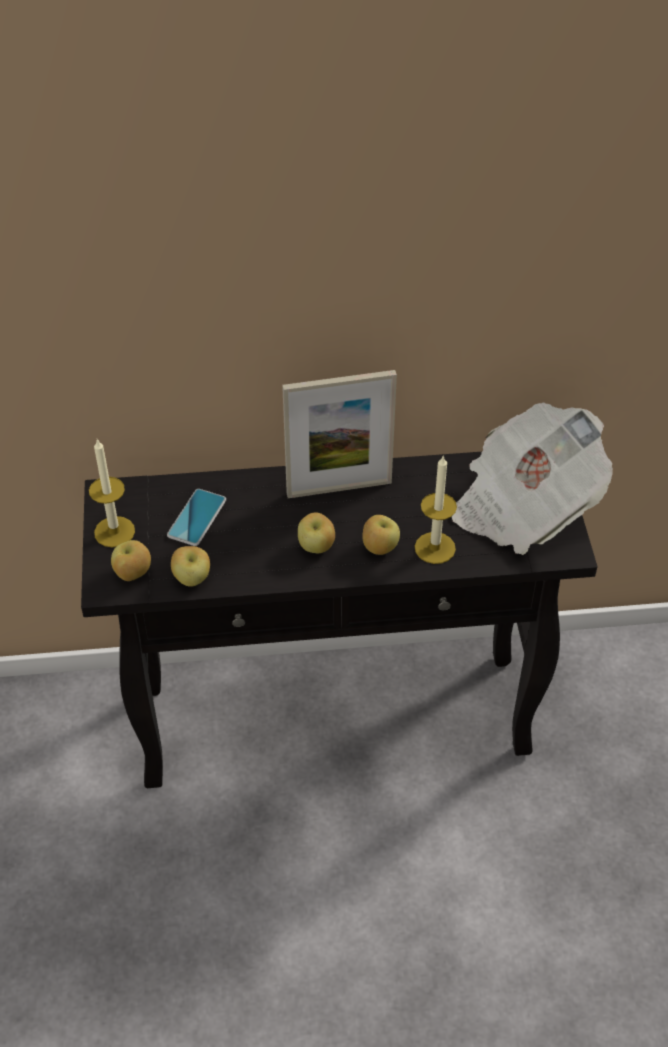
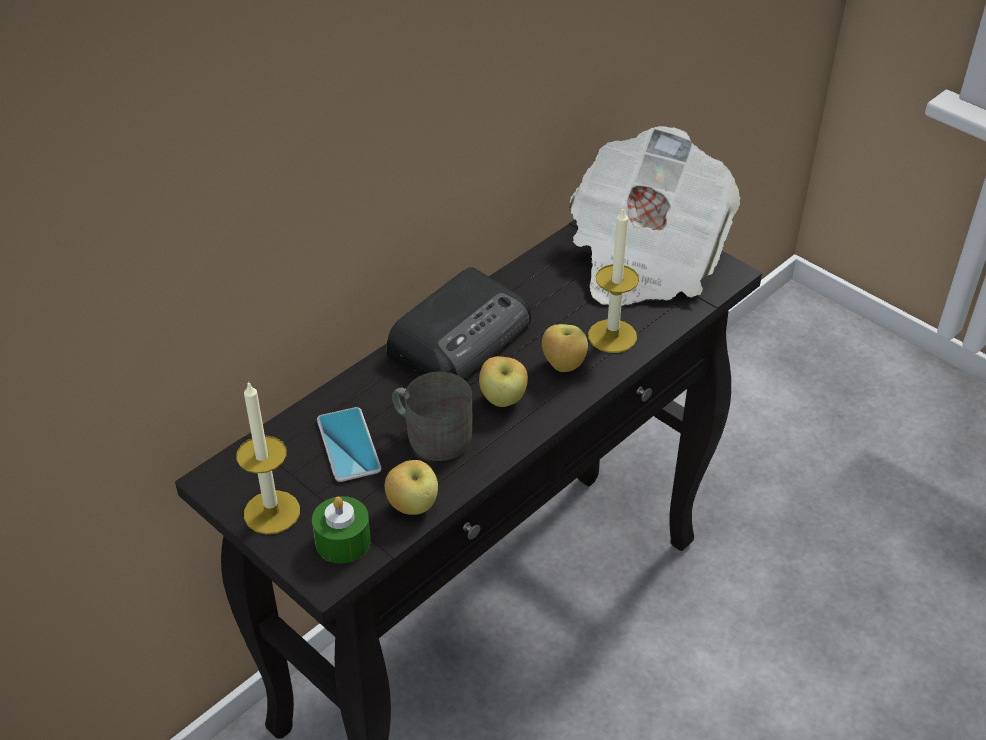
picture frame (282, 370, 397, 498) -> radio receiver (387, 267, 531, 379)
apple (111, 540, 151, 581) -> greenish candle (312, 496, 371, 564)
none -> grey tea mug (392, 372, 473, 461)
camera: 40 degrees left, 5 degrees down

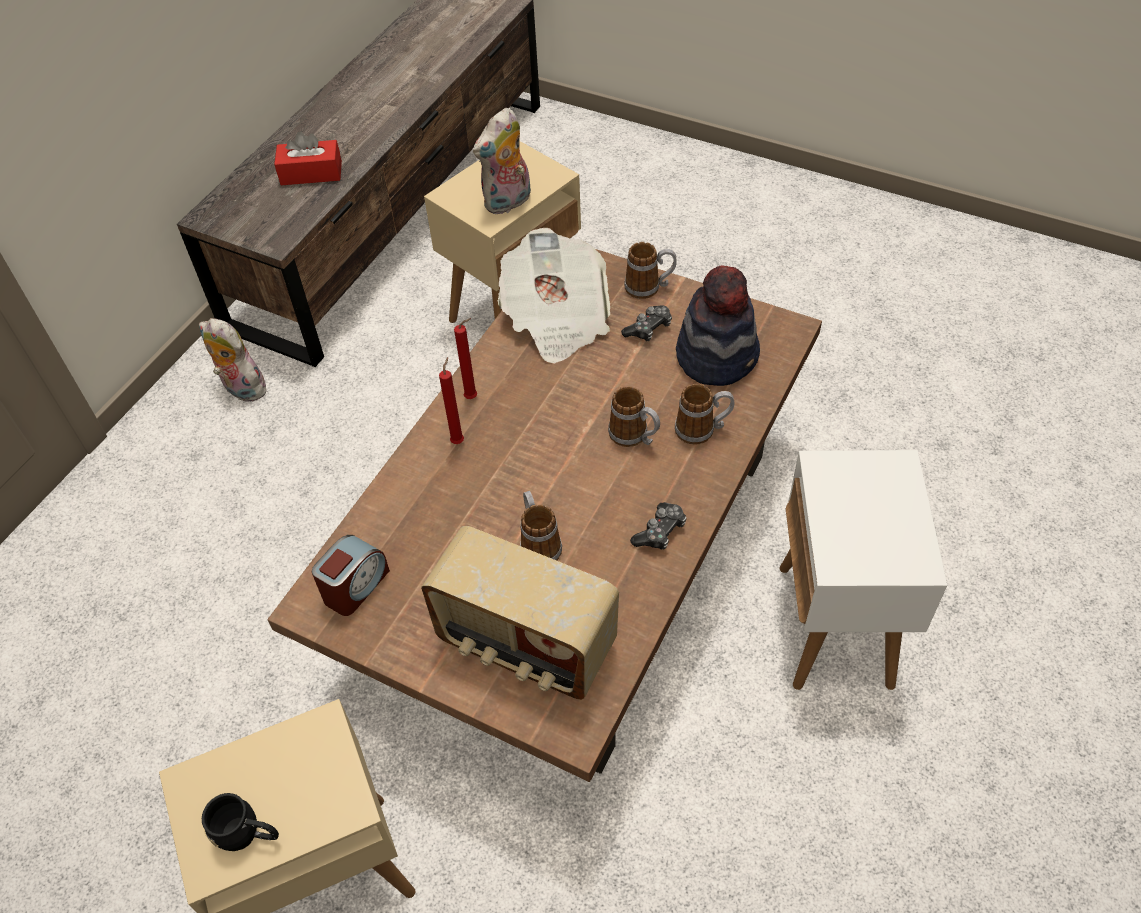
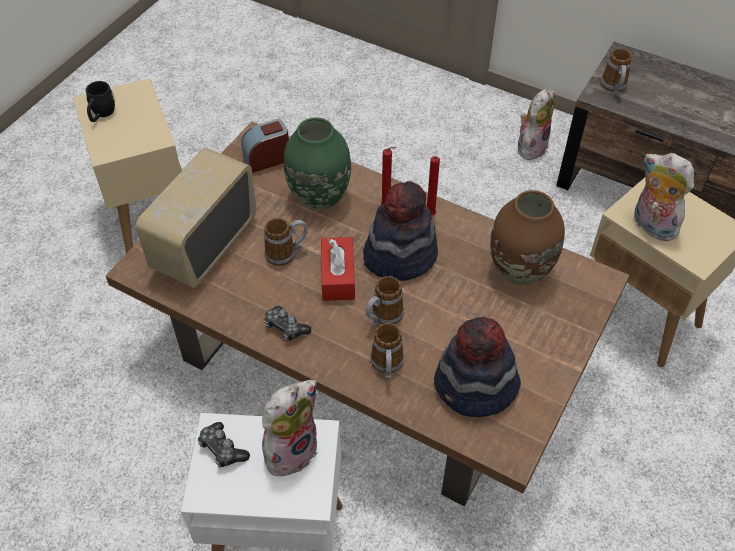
reddish tissue holder (274, 131, 342, 185) -> reddish tissue holder (321, 237, 355, 301), move
printed paper (497, 228, 610, 364) -> brown flower vase (490, 190, 565, 285)
tea mug (624, 242, 677, 299) -> tea mug (601, 48, 632, 94), move
gamepad (621, 305, 672, 341) -> gamepad (197, 422, 250, 468), move
table clock (312, 535, 390, 616) -> table clock (241, 119, 289, 173), 120 degrees clockwise
none -> greenish flower vase (284, 117, 351, 210)
none -> hat (363, 181, 438, 281)
none -> soft toy (262, 380, 318, 479)
camera: 90 degrees right, 0 degrees up

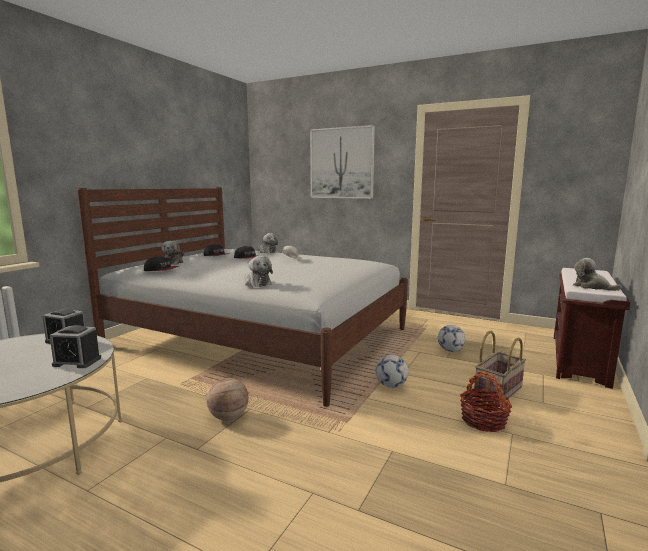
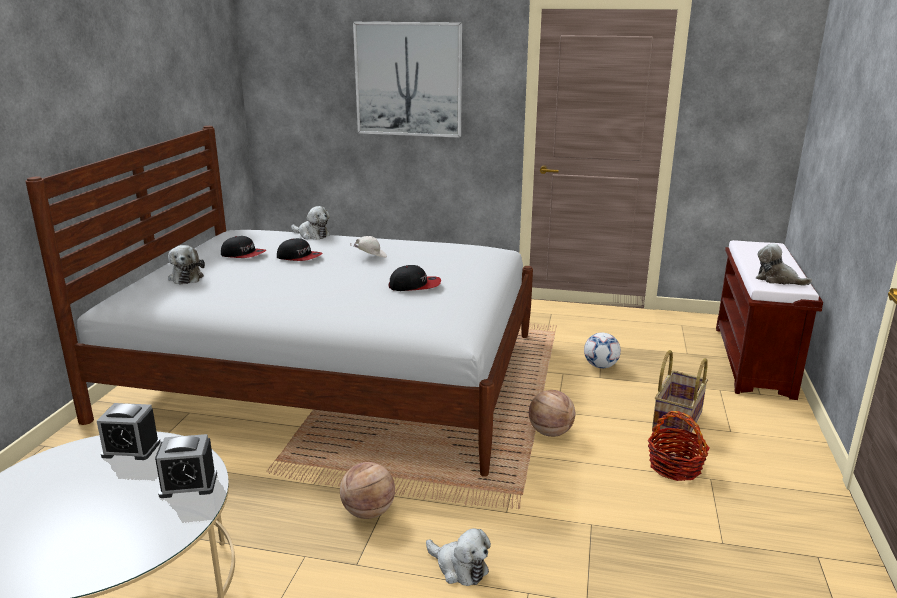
peaked cap (144, 256, 179, 271) -> peaked cap (389, 265, 441, 291), move
soft toy (245, 256, 273, 287) -> soft toy (426, 528, 491, 586), move
football ball (376, 355, 408, 388) -> basketball ball (529, 390, 575, 437)
camera: 15 degrees left, 10 degrees up

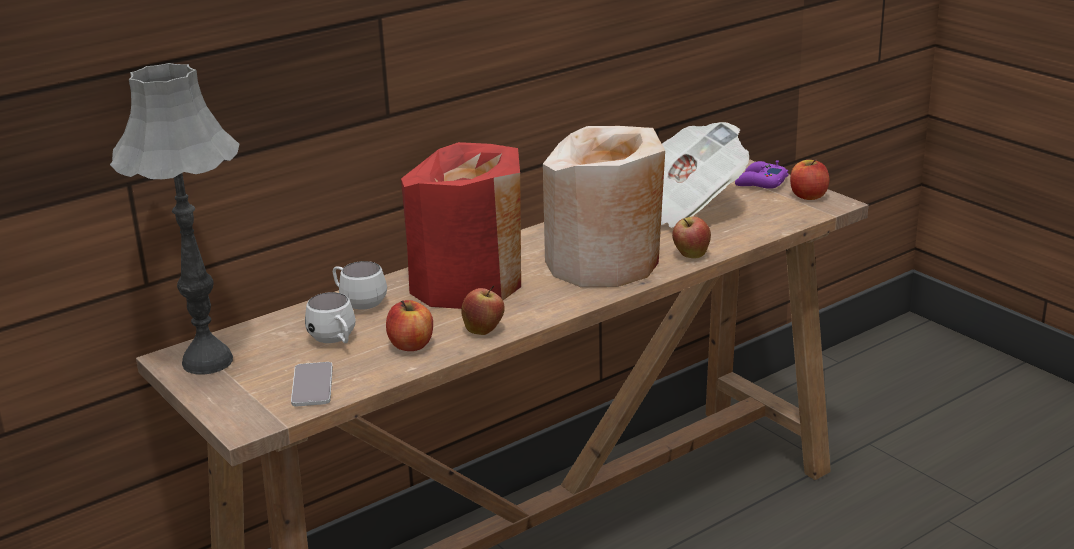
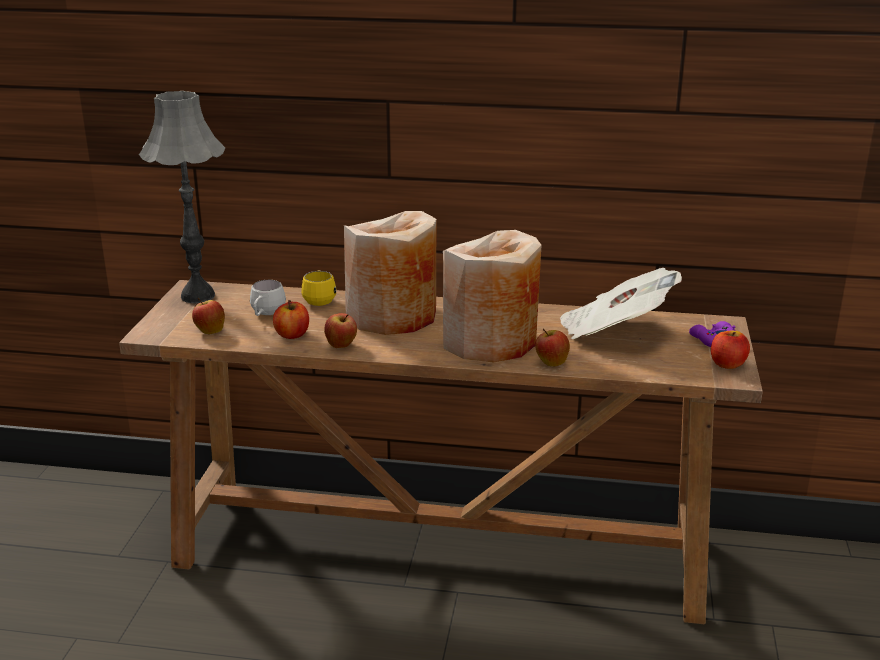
reddish flower vase (401, 142, 521, 309) -> beige flower vase (344, 211, 436, 335)
white-coloured tea mug (333, 261, 387, 309) -> yellowish tea mug (301, 270, 336, 306)
phone (291, 362, 333, 407) -> apple (192, 297, 225, 334)
camera: 45 degrees right, 0 degrees up

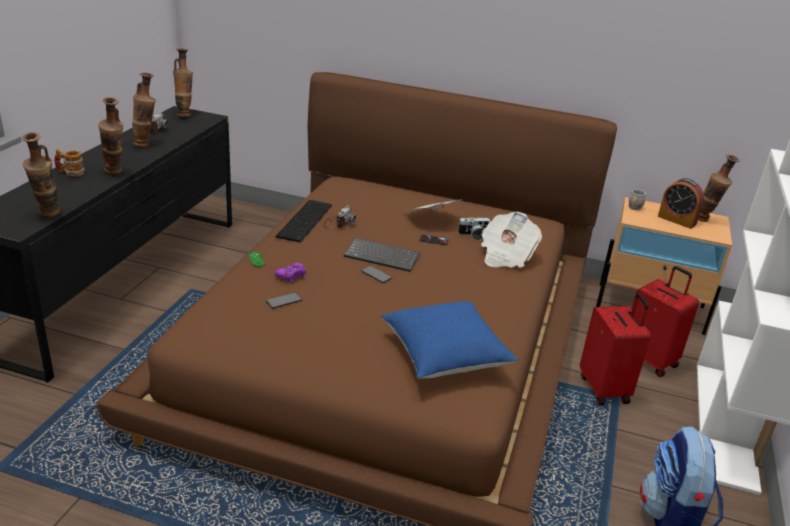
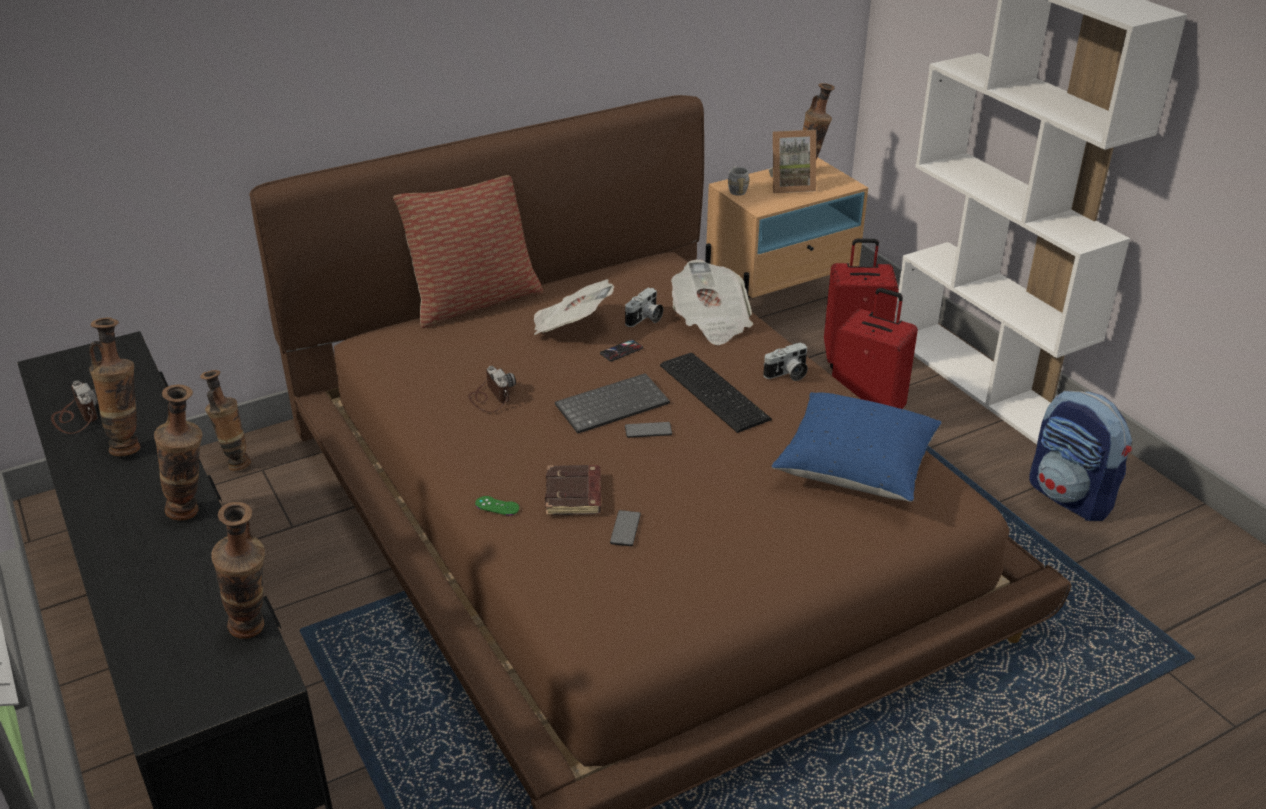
flower vase (173, 48, 193, 117) -> flower vase (200, 370, 251, 471), move
tea mug (54, 149, 85, 177) -> none
table clock (658, 178, 704, 229) -> picture frame (769, 130, 816, 193)
PC keyboard (275, 200, 332, 243) -> PC keyboard (660, 353, 772, 433), move
purplish gamepad (274, 263, 306, 282) -> brown volume (545, 465, 601, 515)
none -> cushion (393, 175, 543, 328)
none -> photo camera (763, 342, 808, 381)
camera: 45 degrees left, 5 degrees up

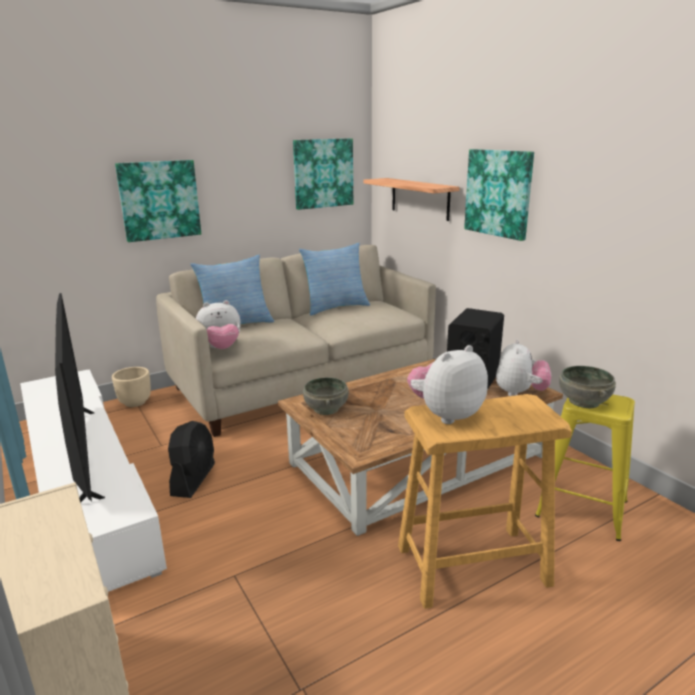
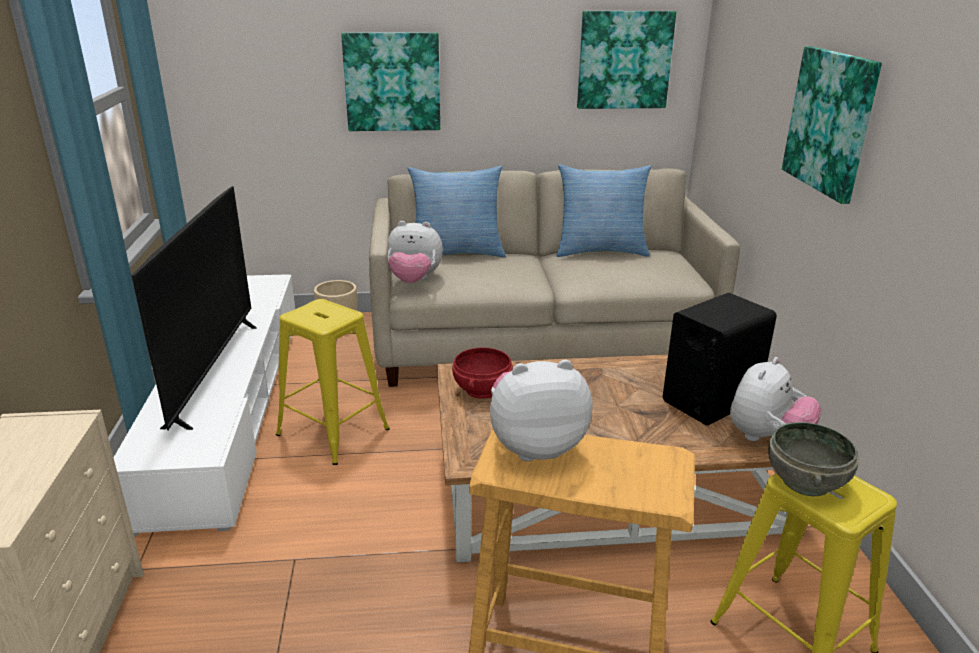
wall shelf (363, 178, 460, 221) -> none
grey bowl (303, 377, 349, 415) -> reddish bowl (452, 348, 513, 399)
black-coloured fan (168, 421, 215, 498) -> yellowish stool (276, 299, 390, 465)
camera: 25 degrees right, 5 degrees up

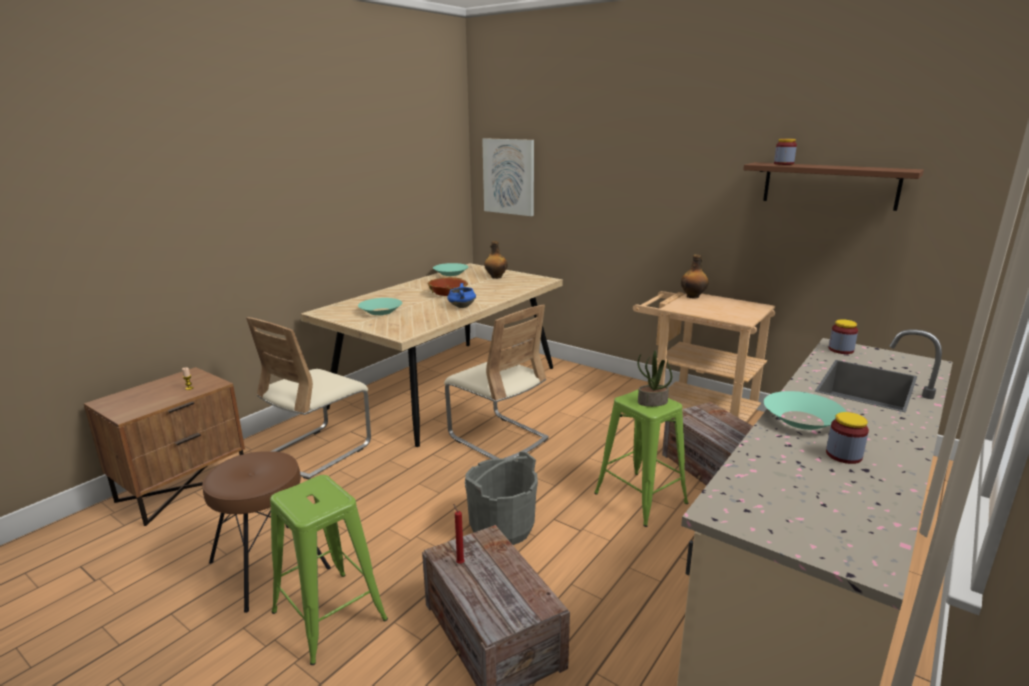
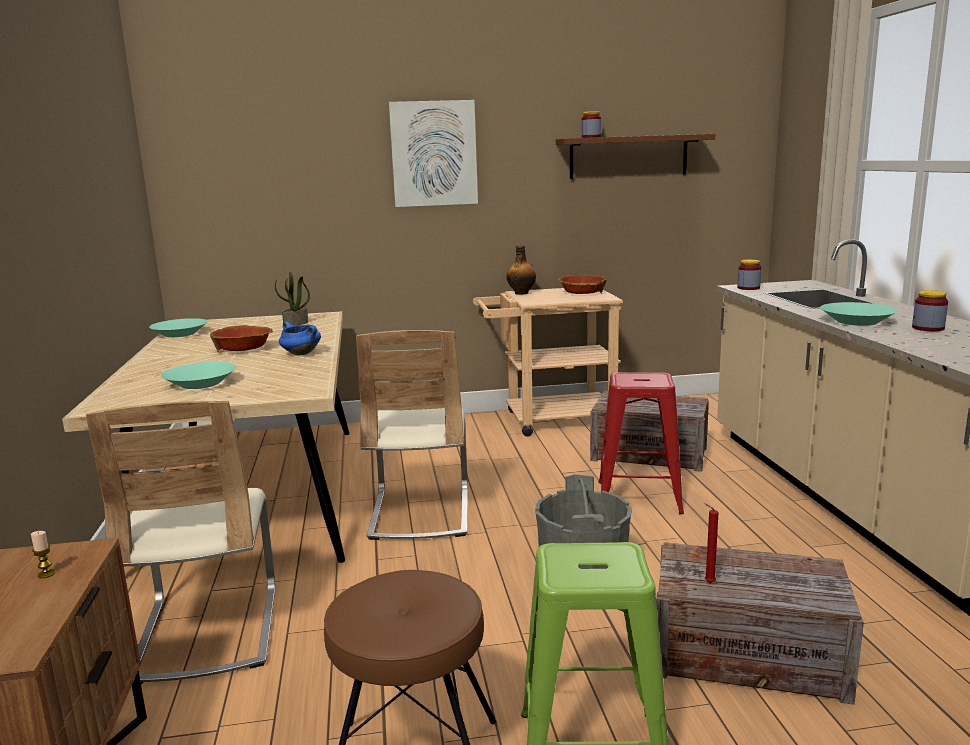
wall picture (482, 138, 534, 216) -> wall picture (389, 100, 478, 207), move
bottle (484, 241, 508, 279) -> none
beige plain chair (444, 305, 549, 460) -> beige plain chair (356, 330, 468, 540), 90 degrees clockwise
houseplant (638, 350, 672, 407) -> houseplant (275, 272, 310, 326), move
greenish stool (594, 389, 688, 527) -> reddish stool (598, 372, 684, 514)
none -> bowl (558, 275, 607, 294)
camera: 45 degrees left, 5 degrees down

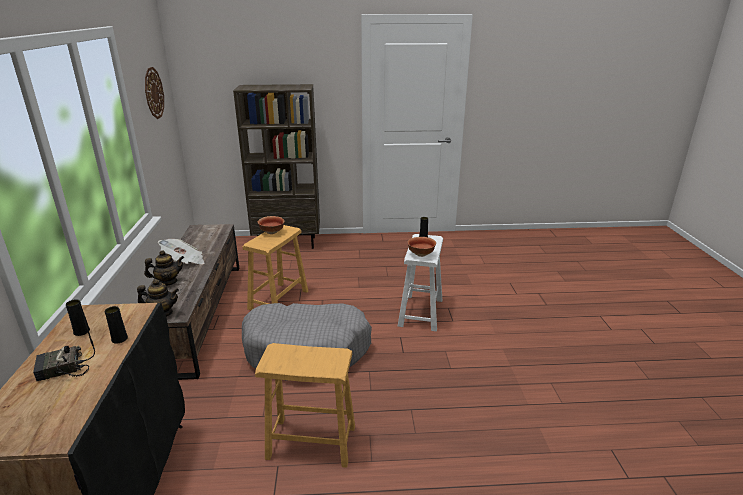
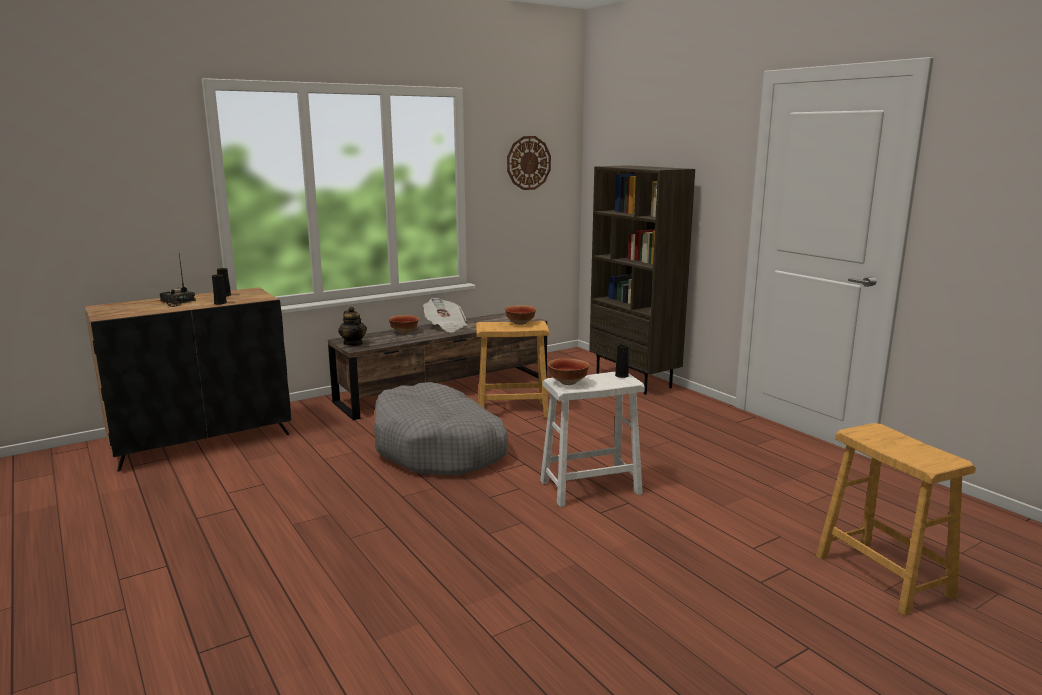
teapot (144, 250, 184, 286) -> bowl (388, 315, 419, 334)
brown stool (255, 343, 355, 468) -> brown stool (816, 423, 976, 616), move
camera: 60 degrees right, 10 degrees down

